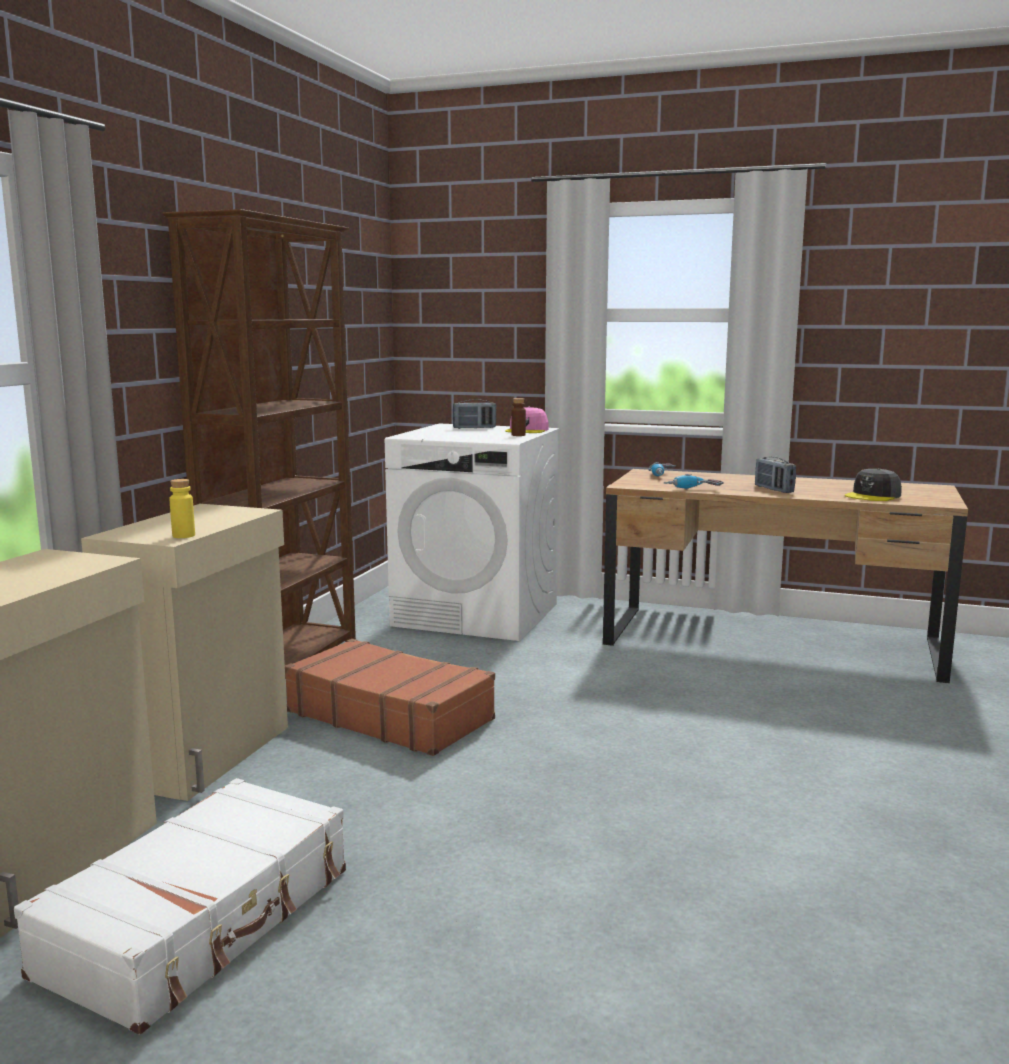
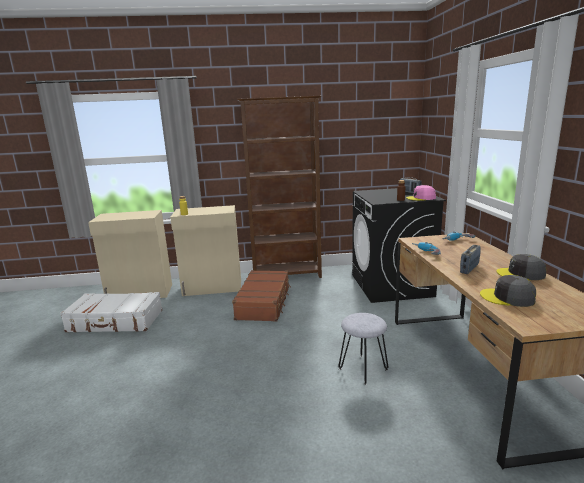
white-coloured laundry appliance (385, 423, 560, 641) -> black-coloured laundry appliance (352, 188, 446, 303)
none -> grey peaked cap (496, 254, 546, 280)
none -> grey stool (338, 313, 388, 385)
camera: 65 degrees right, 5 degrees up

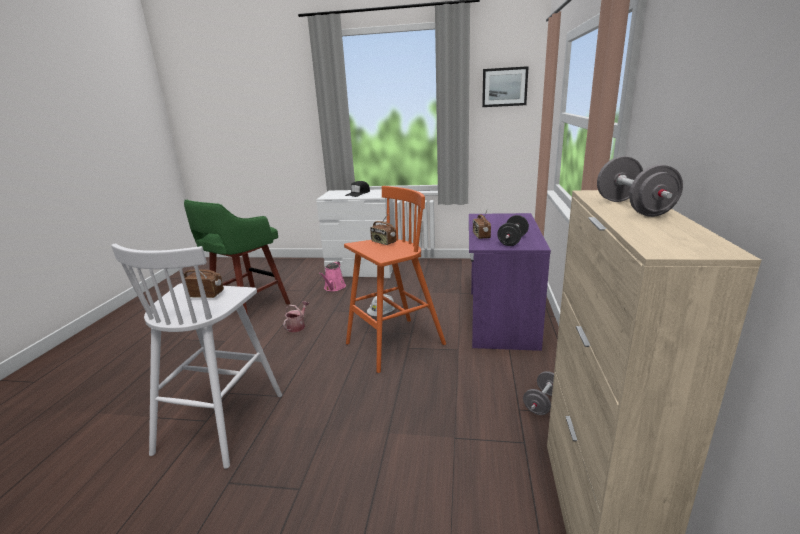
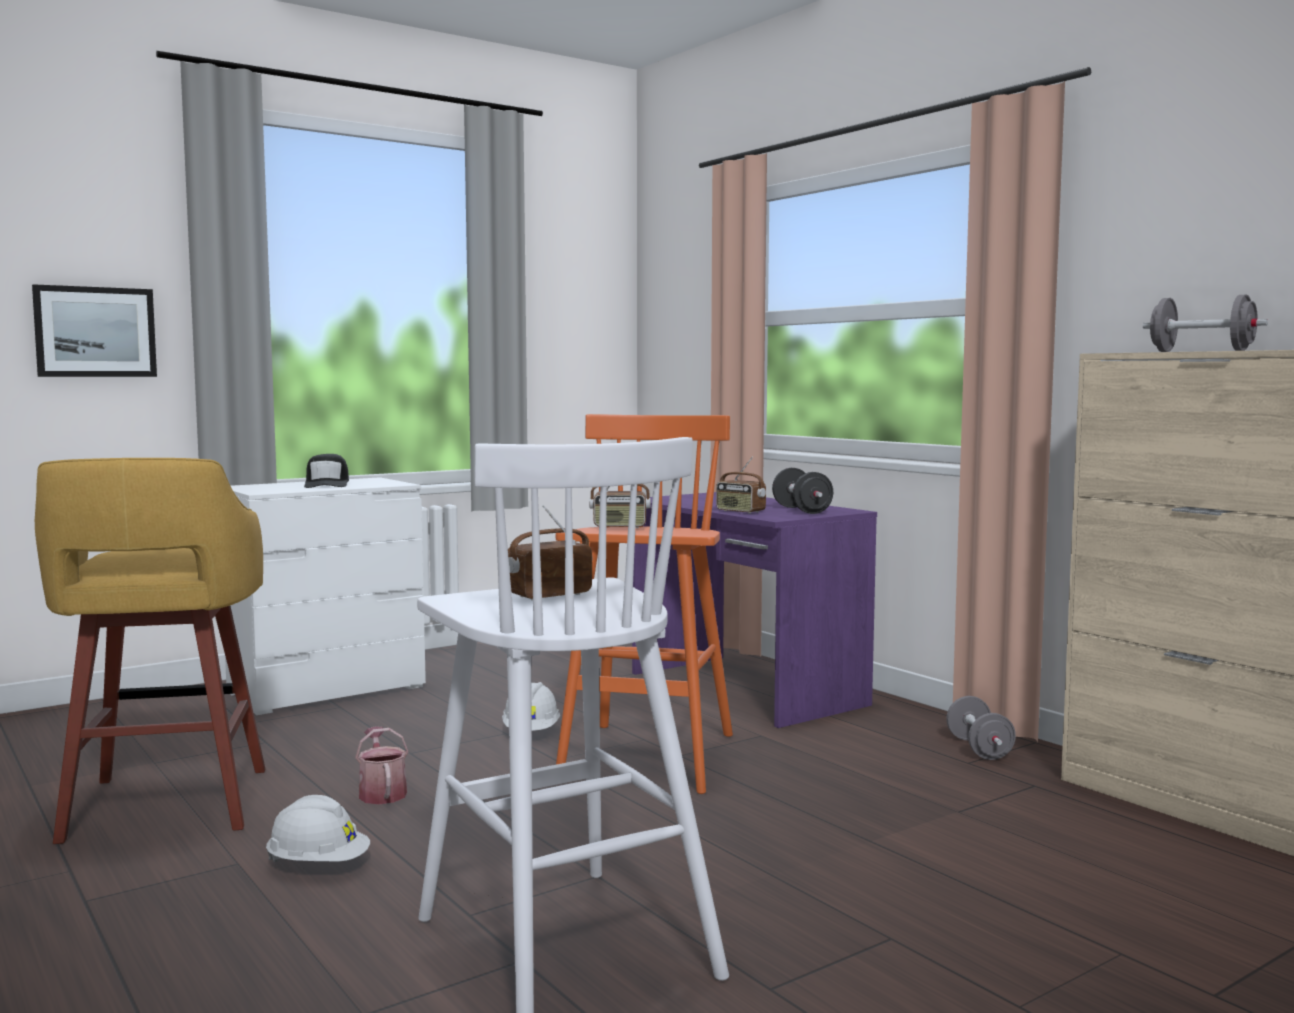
wall picture (482, 66, 529, 107) -> wall picture (32, 284, 157, 377), move
greenish stool (184, 200, 290, 315) -> yellowish stool (35, 458, 266, 844)
pinkish watering can (319, 261, 346, 291) -> none
none -> white-coloured work helmet (266, 795, 370, 862)
camera: 45 degrees left, 15 degrees down

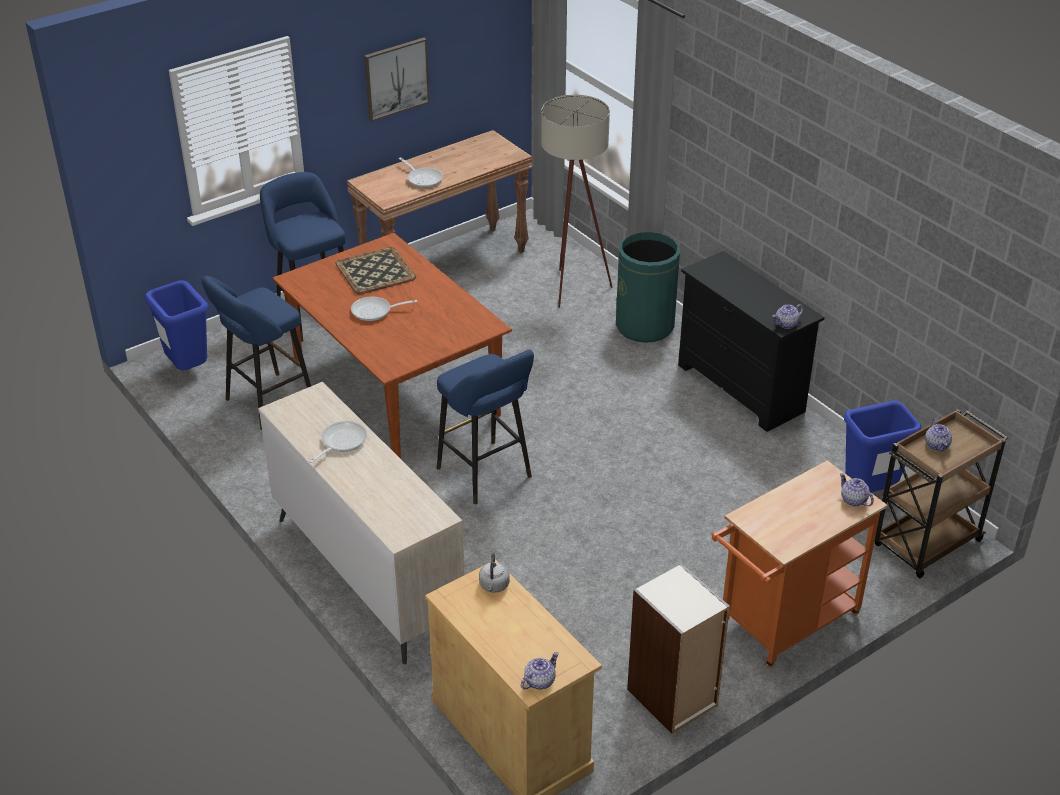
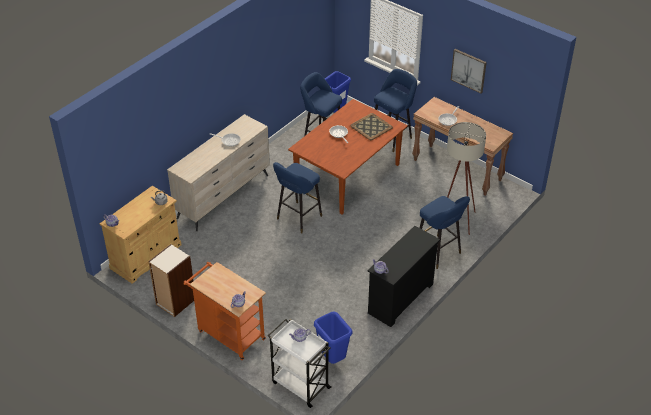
greenish waste bin (616, 232, 680, 343) -> blue stool (420, 196, 470, 269)
brown cart (874, 409, 1008, 578) -> white-coloured cart (268, 319, 332, 408)
camera: 75 degrees right, 5 degrees up

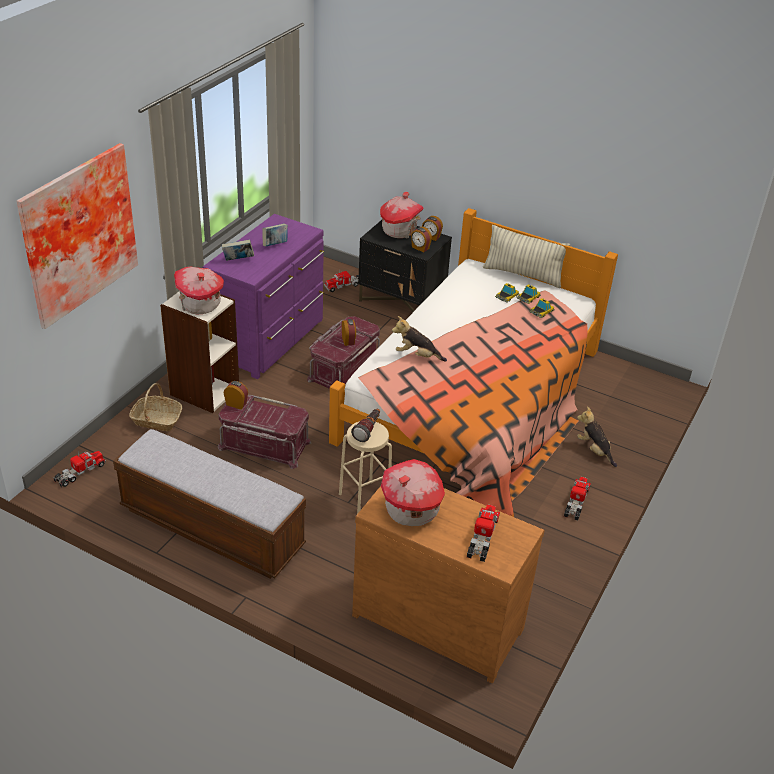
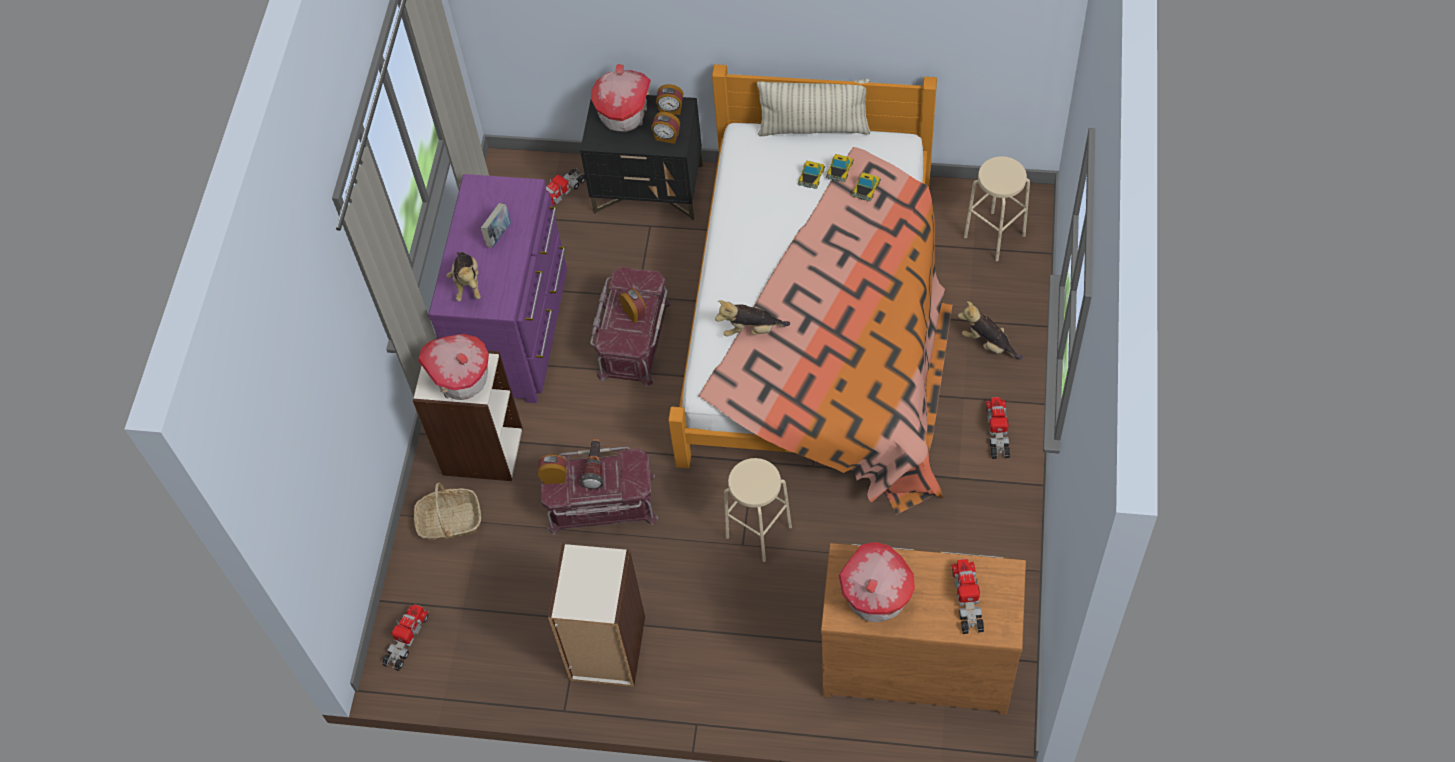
wall picture (17, 143, 138, 329) -> none
volume (222, 239, 254, 261) -> soft toy (446, 252, 481, 302)
hand torch (351, 409, 380, 442) -> hand torch (580, 438, 604, 489), move
bench (113, 429, 306, 579) -> bookcase (548, 544, 645, 687)
none -> beige stool (964, 156, 1030, 261)
camera: 15 degrees left, 20 degrees up

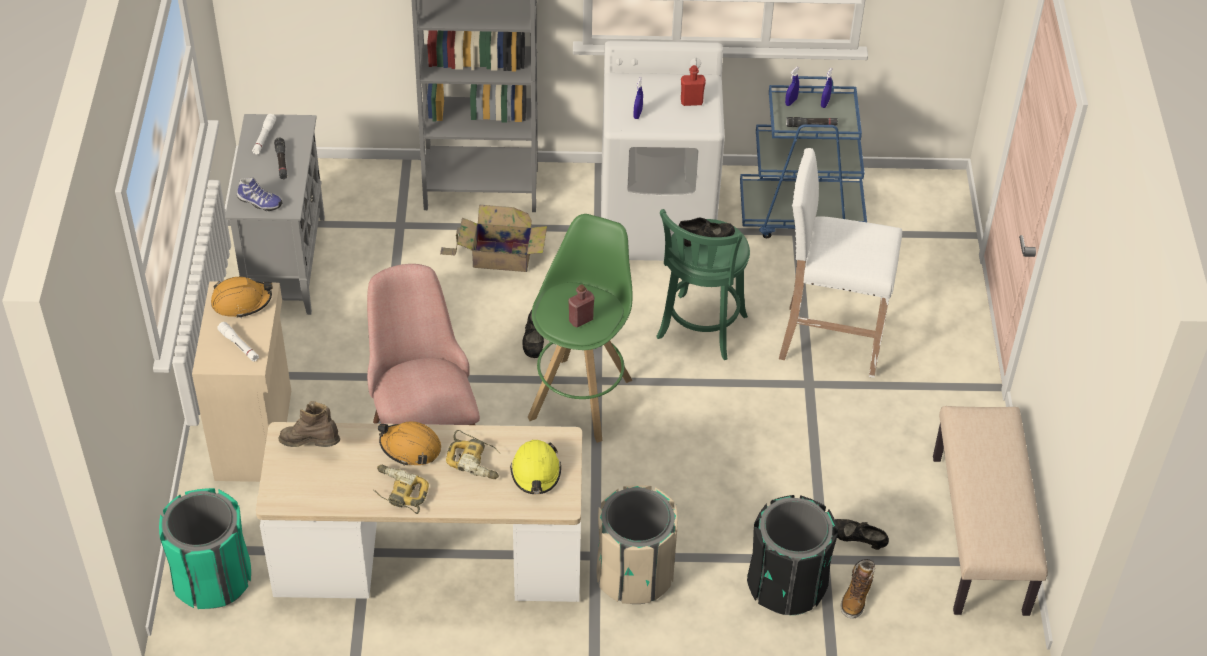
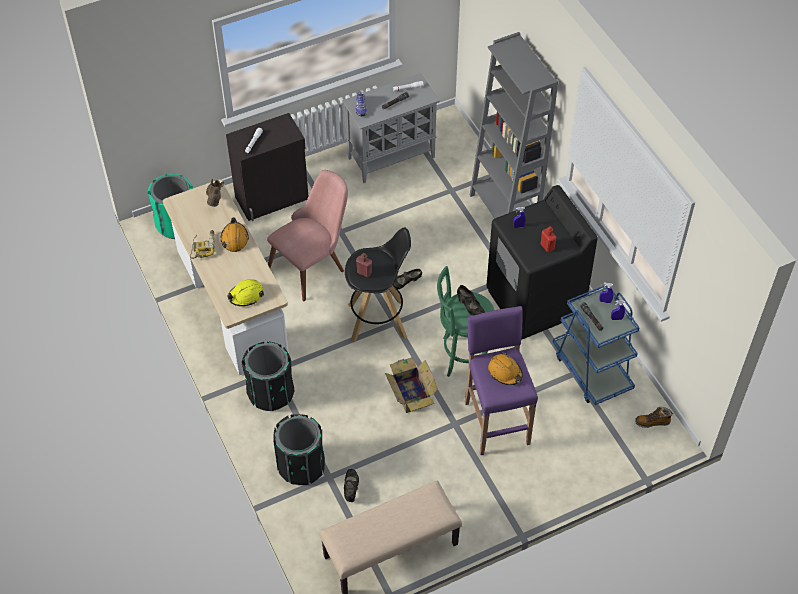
white-coloured laundry appliance (601, 40, 725, 261) -> black-coloured laundry appliance (486, 185, 598, 340)
white-coloured stool (779, 148, 902, 378) -> purplish stool (465, 306, 538, 455)
carton (440, 205, 547, 272) -> carton (385, 357, 438, 413), move
greenish stool (528, 214, 633, 443) -> black-coloured stool (345, 228, 411, 343)
orange-coloured work helmet (211, 277, 272, 318) -> orange-coloured work helmet (488, 353, 523, 385), move
beige storage cabinet (192, 281, 291, 482) -> black-coloured storage cabinet (226, 113, 308, 221)
drill (446, 430, 501, 479) -> none
beige waste bin (597, 485, 678, 604) -> black-coloured waste bin (242, 341, 295, 411)
high-top boot (840, 559, 875, 619) -> high-top boot (635, 407, 673, 428), move
camera: 65 degrees right, 5 degrees up

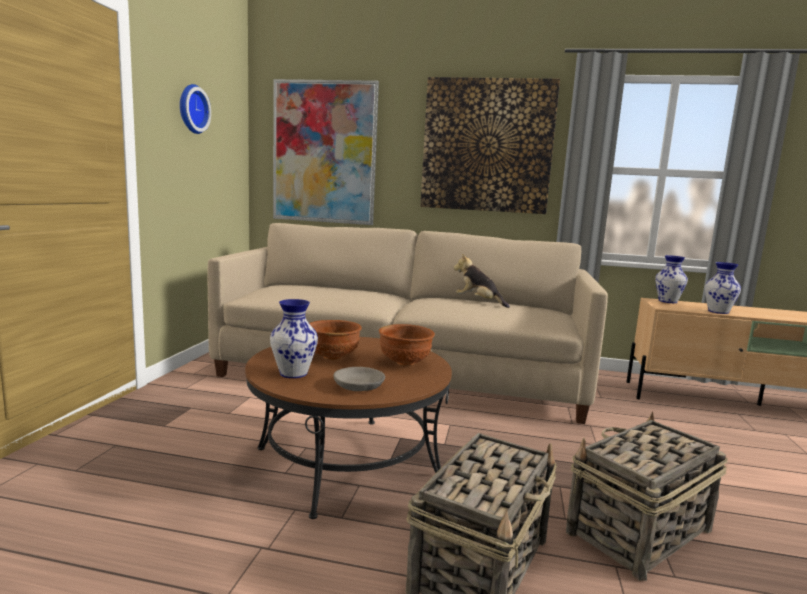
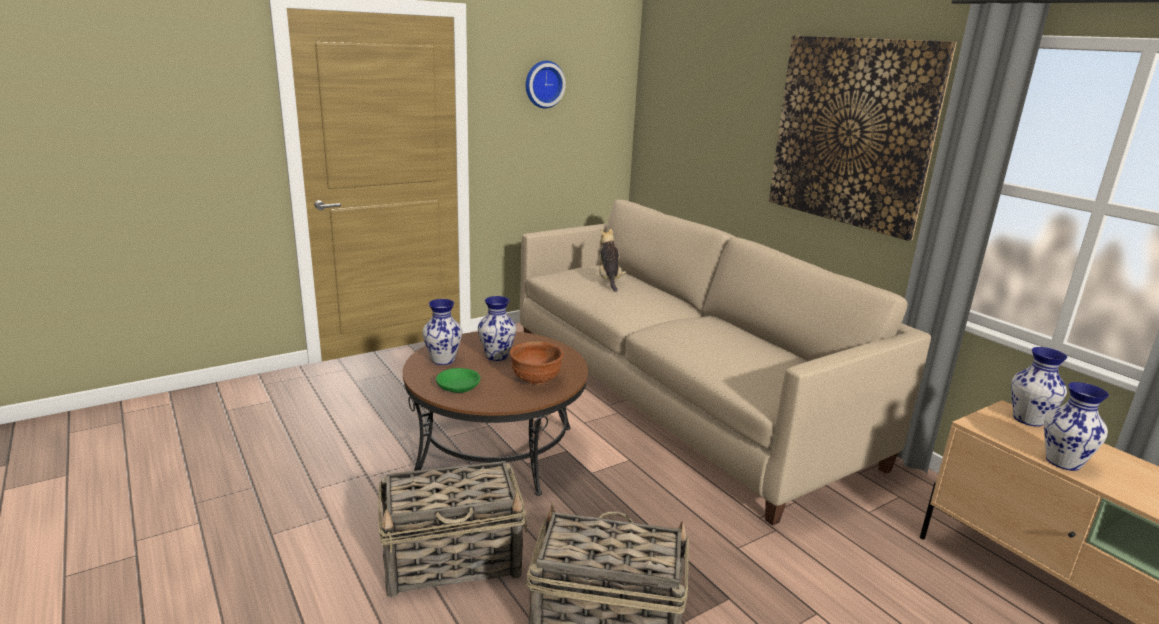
wall picture (273, 79, 379, 225) -> none
soft toy (454, 254, 510, 308) -> soft toy (599, 229, 626, 292), move
brown bowl (309, 320, 362, 360) -> flower vase (478, 296, 516, 361)
grey bowl (333, 367, 385, 391) -> greenish bowl (436, 368, 480, 393)
camera: 45 degrees right, 10 degrees up

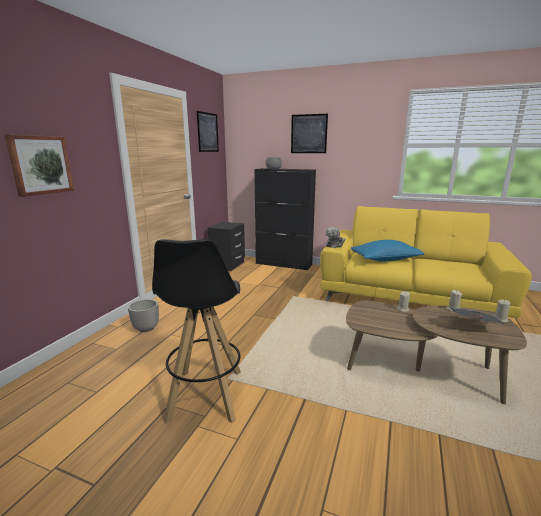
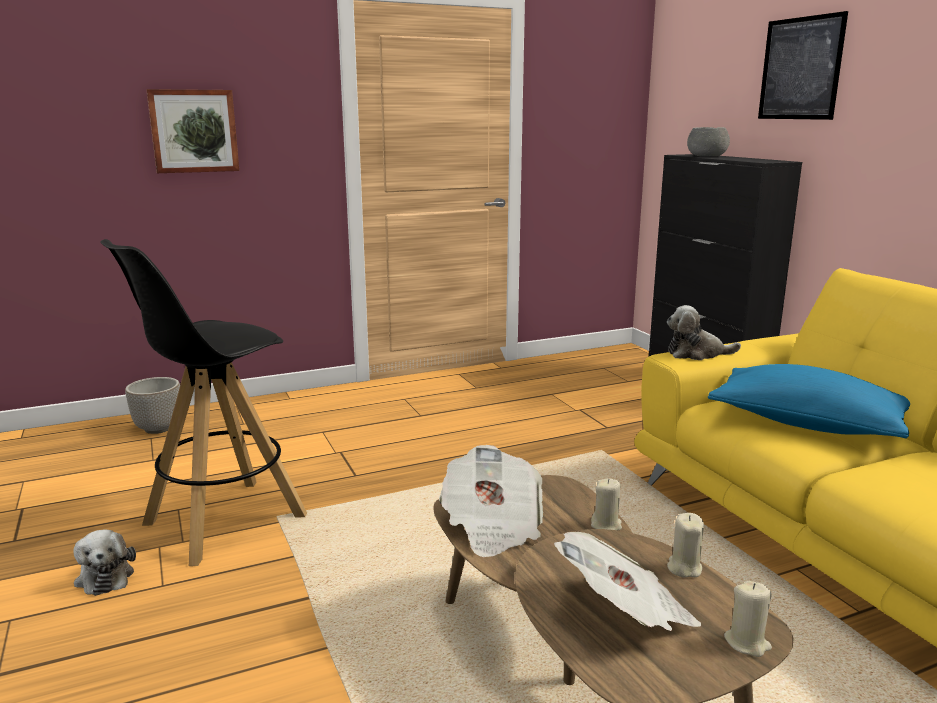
wall picture (197, 111, 219, 152) -> none
black-coloured nightstand (208, 222, 245, 271) -> none
planter (128, 299, 159, 332) -> planter (125, 377, 180, 434), move
none -> printed paper (439, 445, 543, 557)
none -> soft toy (74, 529, 136, 596)
camera: 45 degrees right, 0 degrees up

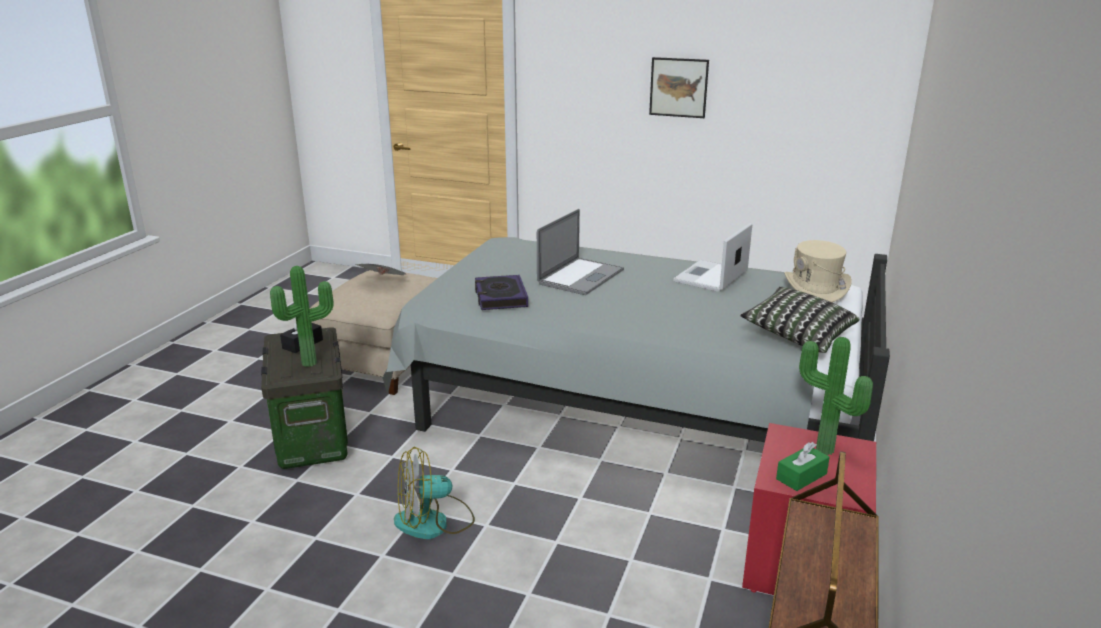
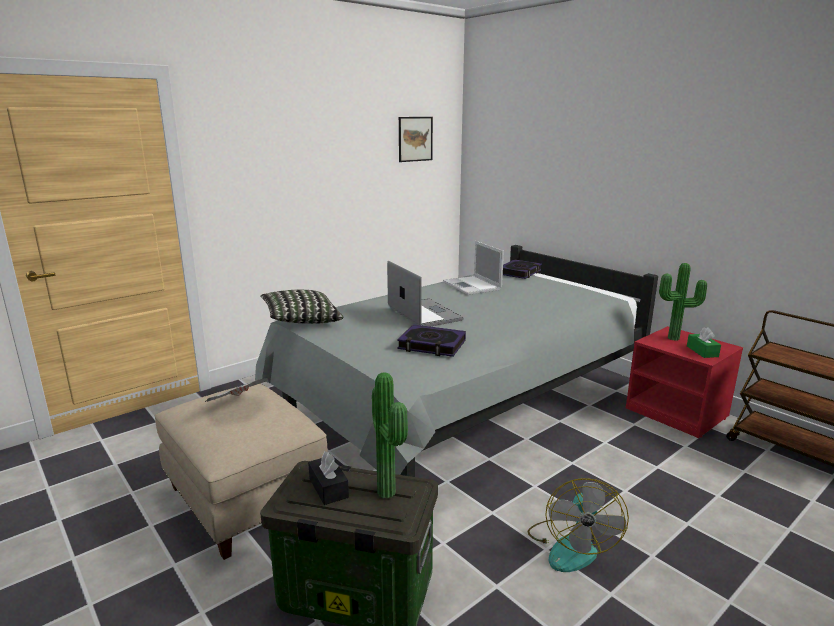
wall picture (649, 57, 709, 118) -> wall picture (399, 117, 433, 162), move
beige hat (784, 240, 852, 302) -> volume (503, 260, 542, 279)
cushion (740, 287, 860, 353) -> cushion (260, 290, 343, 324), move
camera: 60 degrees left, 5 degrees down

